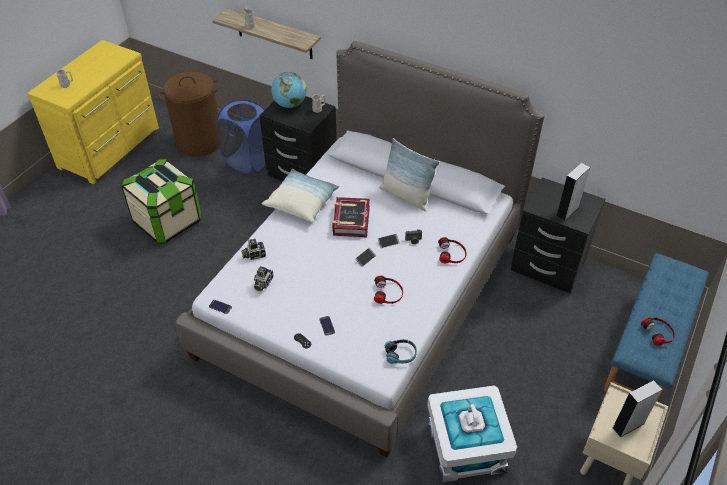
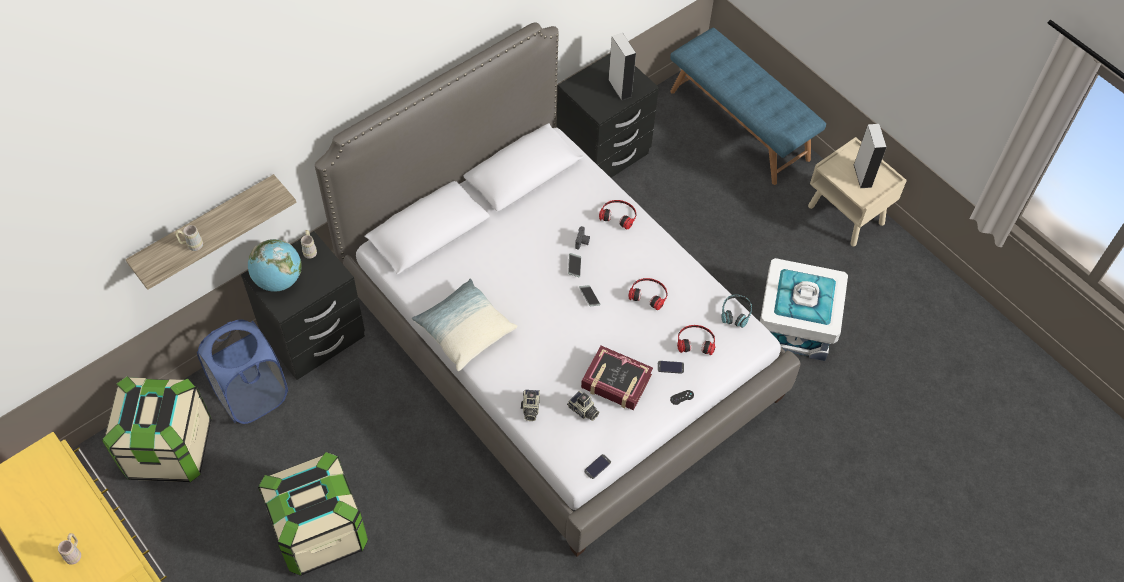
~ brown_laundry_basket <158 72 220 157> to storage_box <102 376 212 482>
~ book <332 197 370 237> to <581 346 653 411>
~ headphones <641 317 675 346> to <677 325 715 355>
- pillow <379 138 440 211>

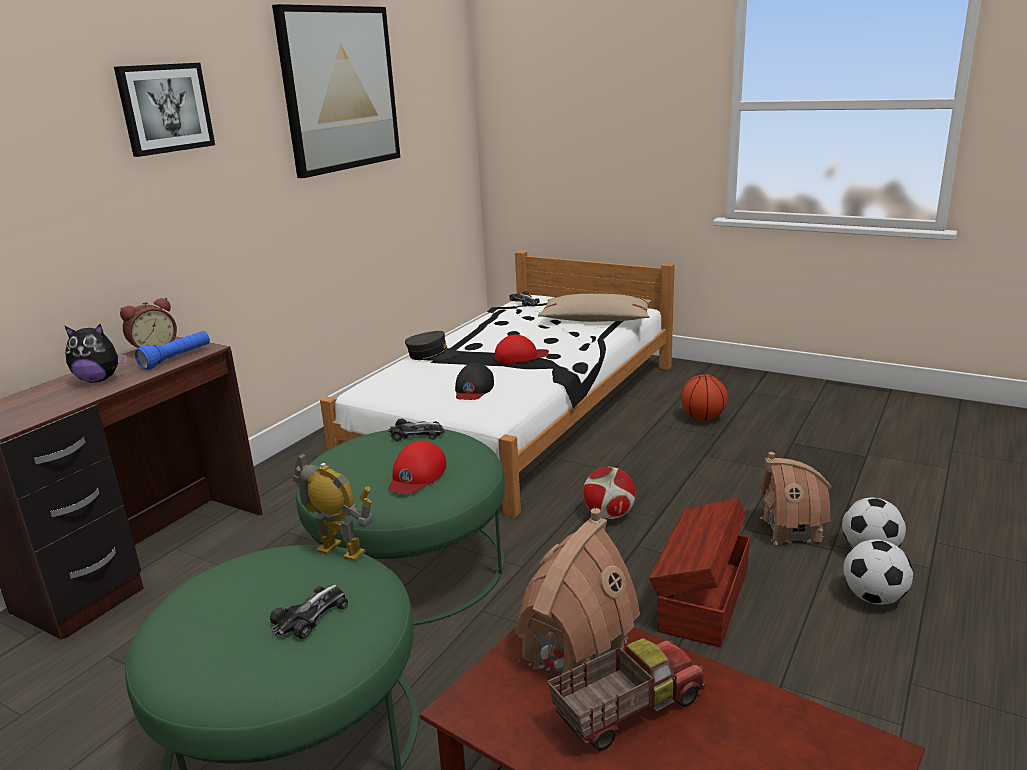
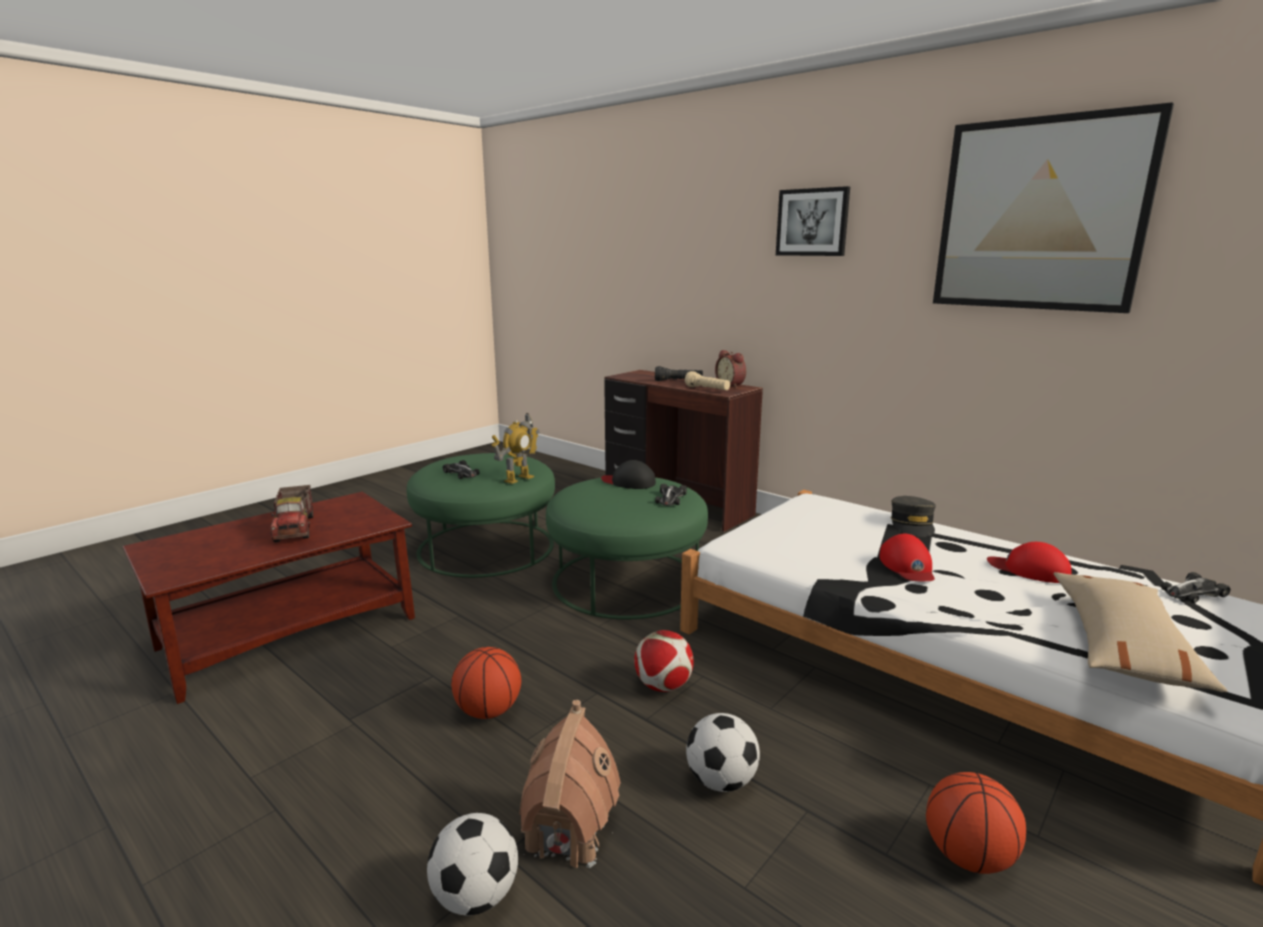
~ brown_storage_box <649 498 750 647> to basketball <451 647 521 719>
~ black_cap <455 363 494 400> to <601 460 656 489>
~ plush_toy <65 324 127 382> to black_flashlight <655 366 703 381>
~ blue_flashlight <135 331 210 370> to beige_flashlight <685 371 730 390>
~ football <843 539 913 605> to <686 713 760 792>
~ red_cap <388 440 446 494> to <987 542 1072 583>
- toy_house <515 508 640 688>

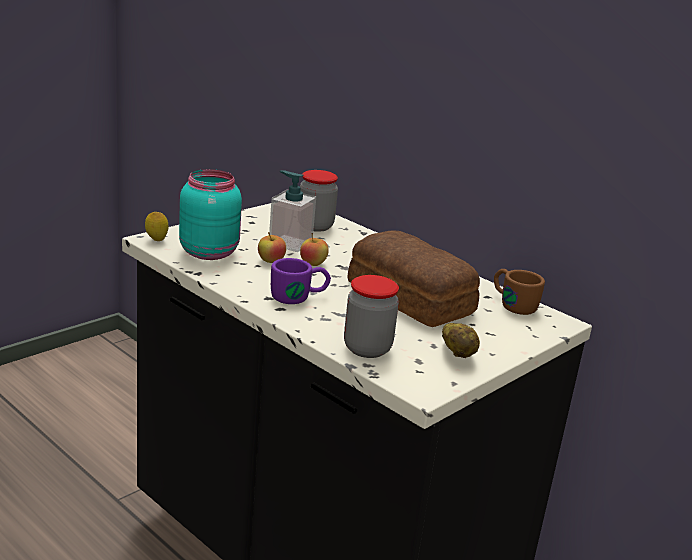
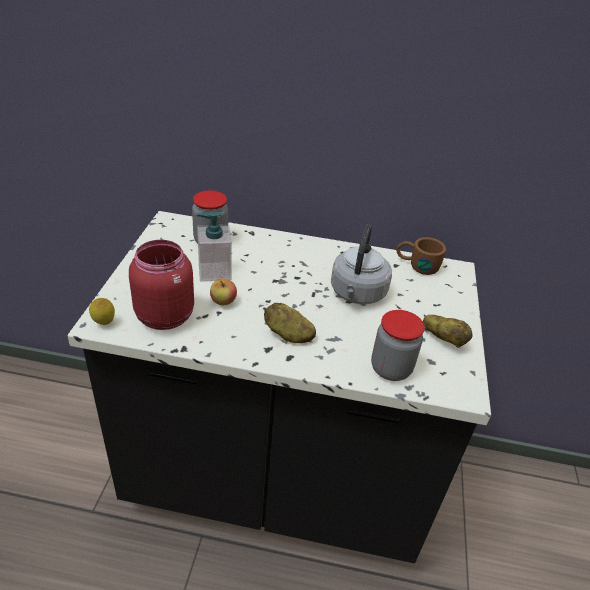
~ turquoise_jar <179 169 242 260> to red_jar <129 240 194 330>
~ purple_mug <271 258 331 304> to potato <264 303 316 343>
~ bread <347 230 480 327> to grey_kettle <331 225 392 304>
- apple <300 233 329 266>

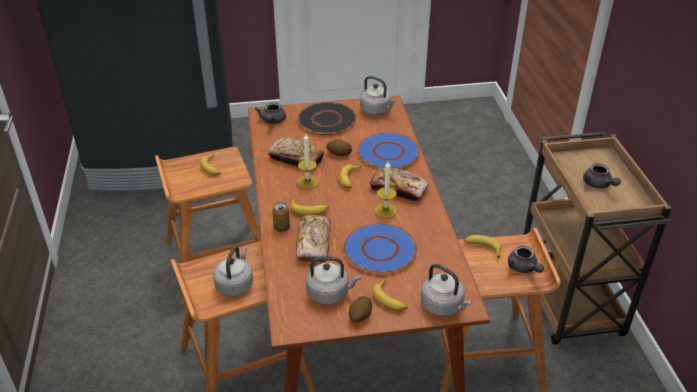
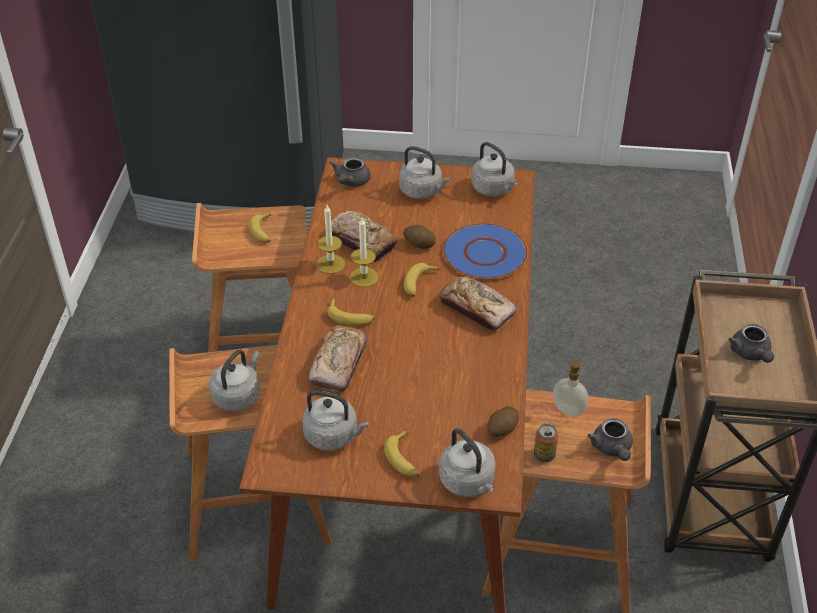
~ candle <375 161 397 218> to <317 205 345 274>
~ black_plate <297 102 356 135> to grey_kettle <399 146 451 199>
~ potato <349 296 372 323> to <487 406 519 437>
~ can <272 202 290 232> to <534 424 558 462>
~ banana <464 235 502 258> to soap_dispenser <553 358 588 417>
- blue_plate <343 223 417 274>

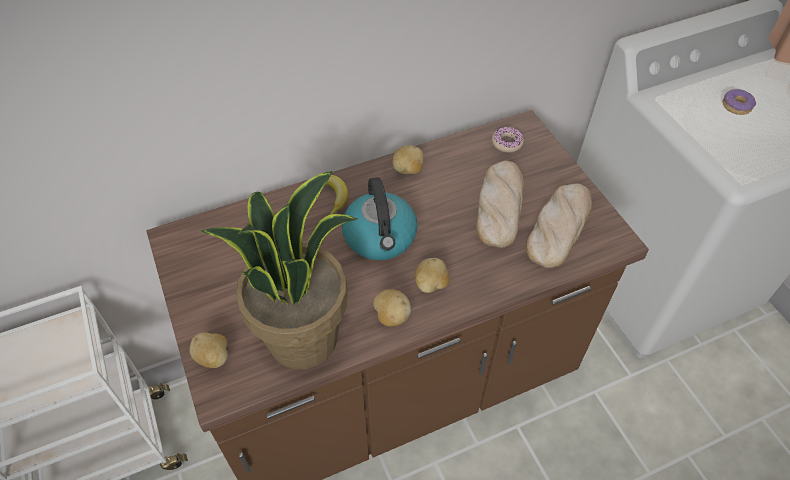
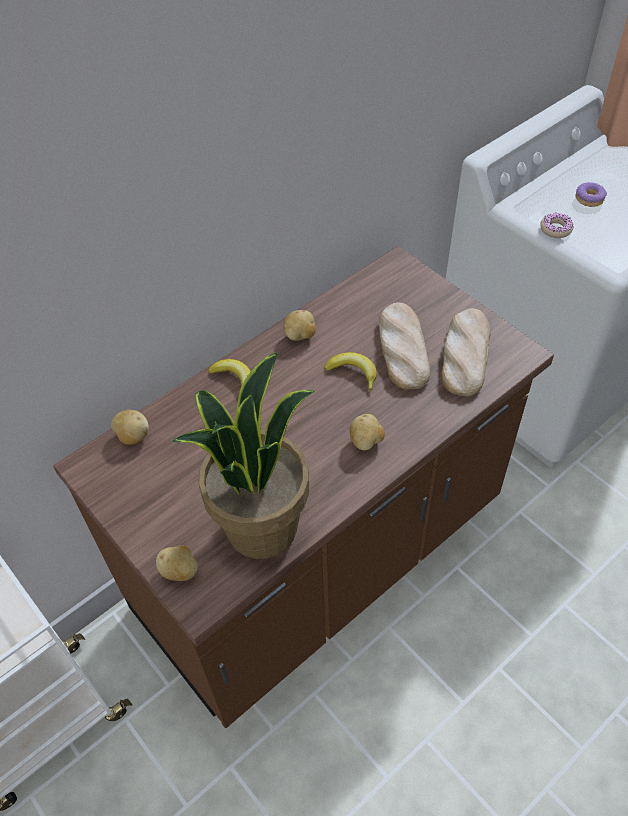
~ potato <373 289 411 327> to <111 410 149 445>
+ banana <324 352 377 392>
~ donut <492 127 524 153> to <540 213 573 238>
- kettle <342 177 418 260>

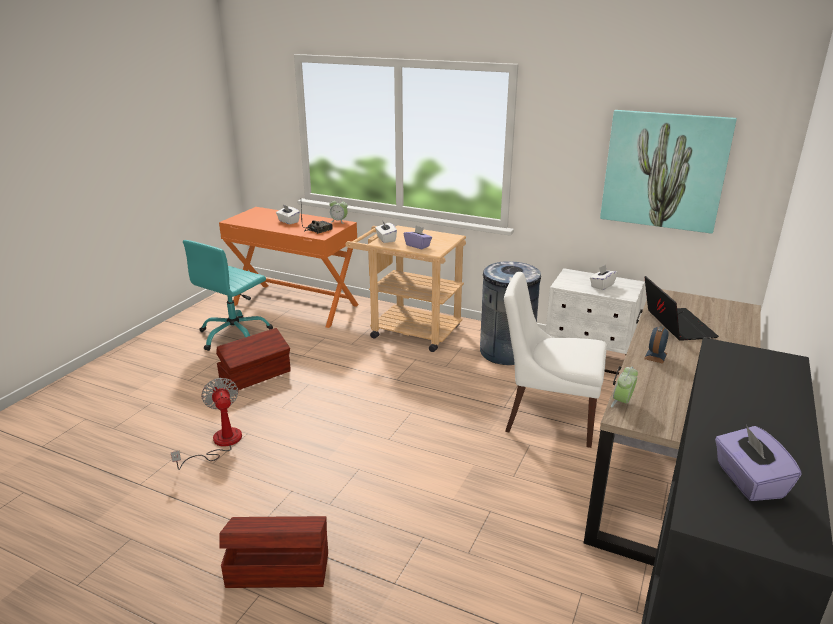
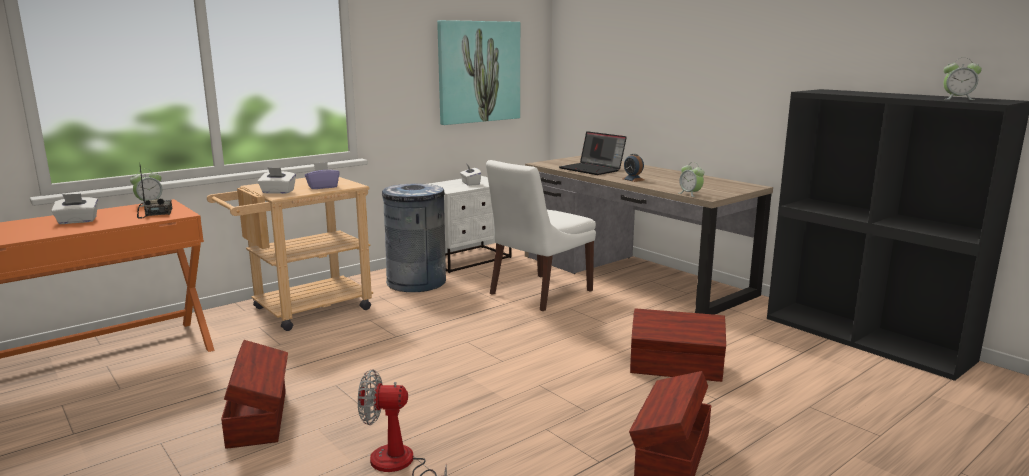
~ laptop <644 276 719 341> = <559 131 627 175> 150 degrees counterclockwise
+ brown_storage_box <630 309 726 382>
~ purple_tissue_box <715 425 802 501> to alarm_clock <943 58 982 100>
- turquoise_office_chair <183 240 273 351>

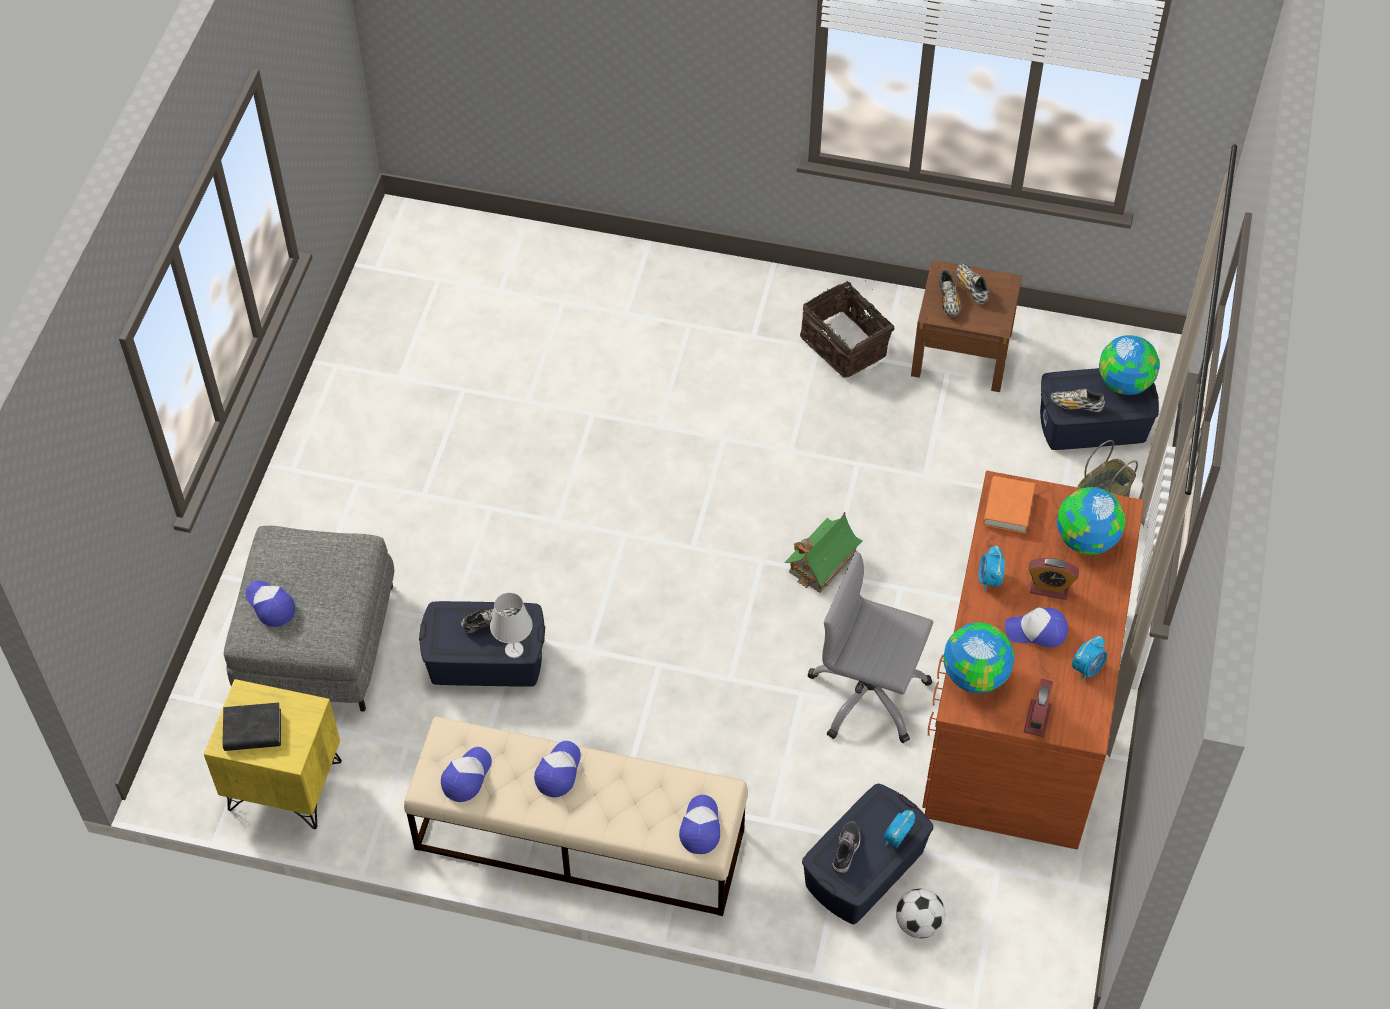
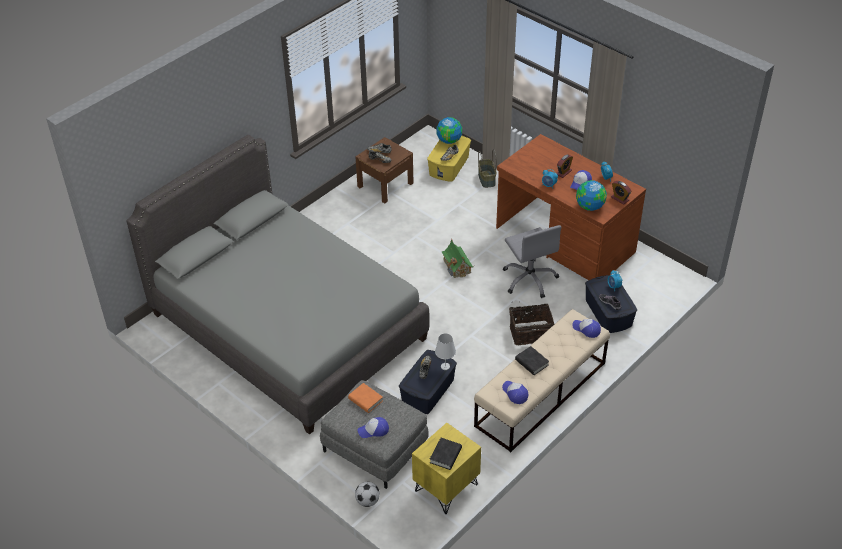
+ grey_bed <126 135 430 435>
~ orange_book <983 476 1035 534> to <348 383 383 413>
~ football <896 889 945 938> to <355 482 380 507>
~ blue_storage_box <1040 368 1159 450> to yellow_storage_box <427 135 471 182>
~ grey_office_chair <807 551 933 743> = <503 225 562 298> 75 degrees counterclockwise
~ basket <800 280 894 378> to <509 304 554 345>
~ cap <534 741 581 797> to black_book <515 346 549 375>
- globe <1057 487 1126 555>

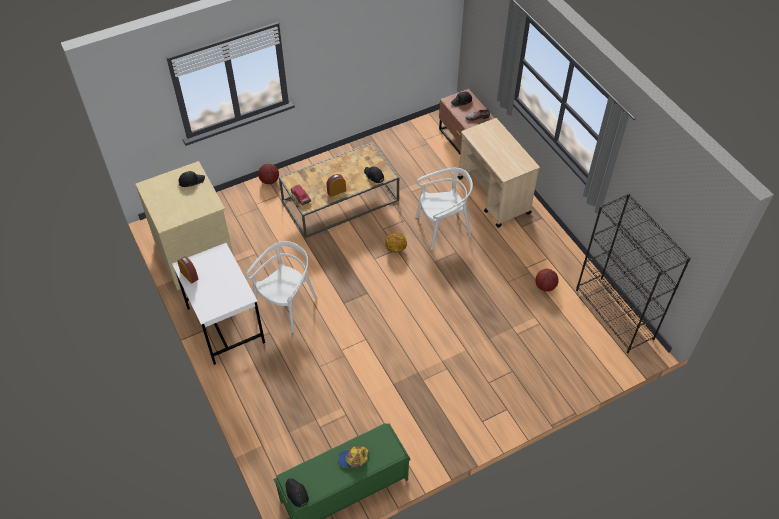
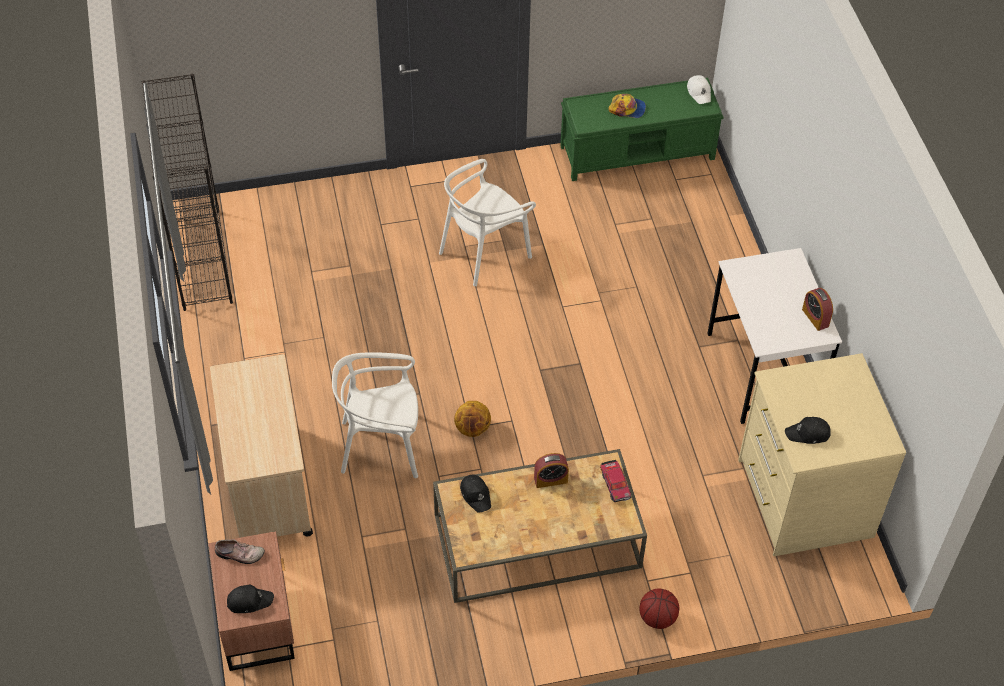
~ white_chair <246 241 317 333> to <439 159 536 286>
~ black_cap <286 478 309 507> to white_cap <687 75 711 104>
- basketball <535 269 559 292>

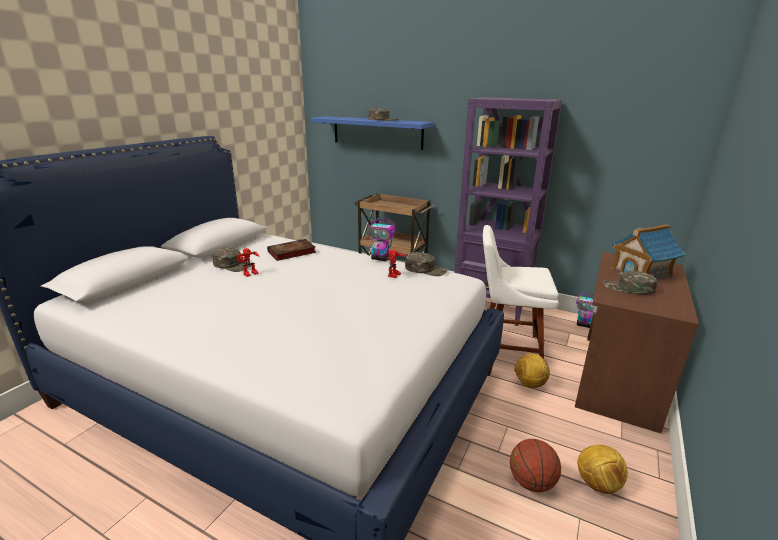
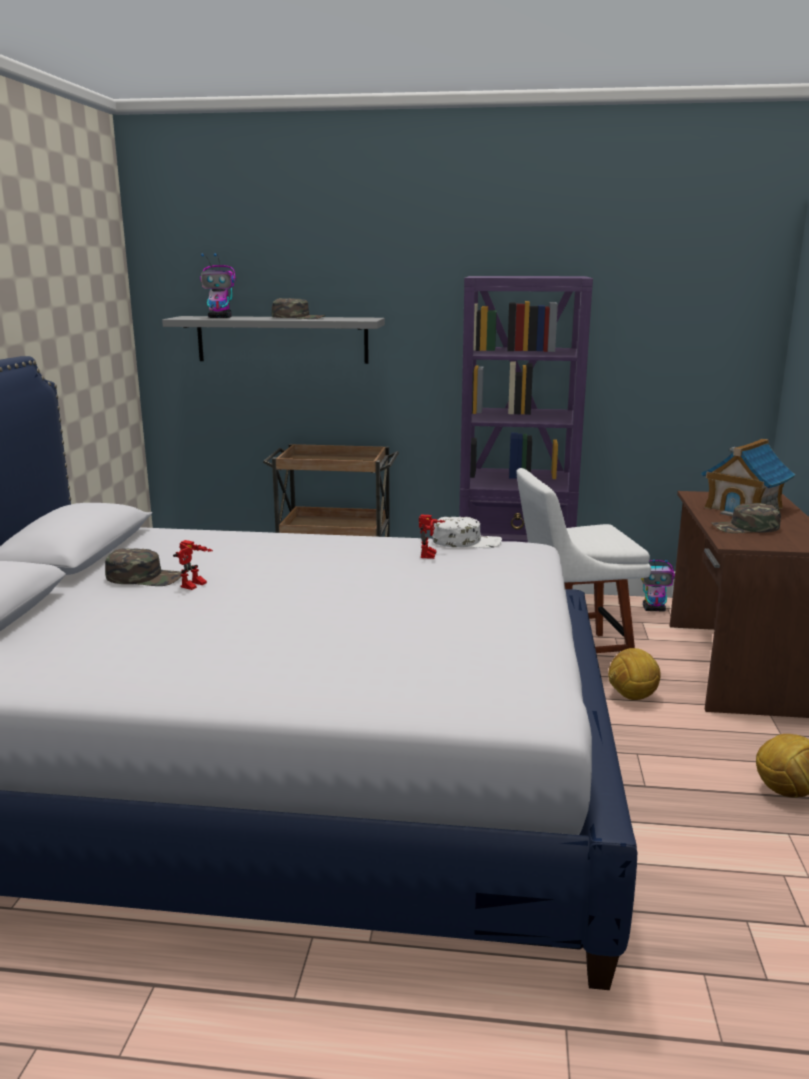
~ blue_shelf <311 116 434 150> to grey_shelf <162 316 385 364>
~ toy_robot <368 216 395 261> to <200 253 236 318>
~ green_cap <405 252 448 276> to white_cap <432 517 502 548>
- book <267 239 316 261>
- basketball <510 439 561 492>

